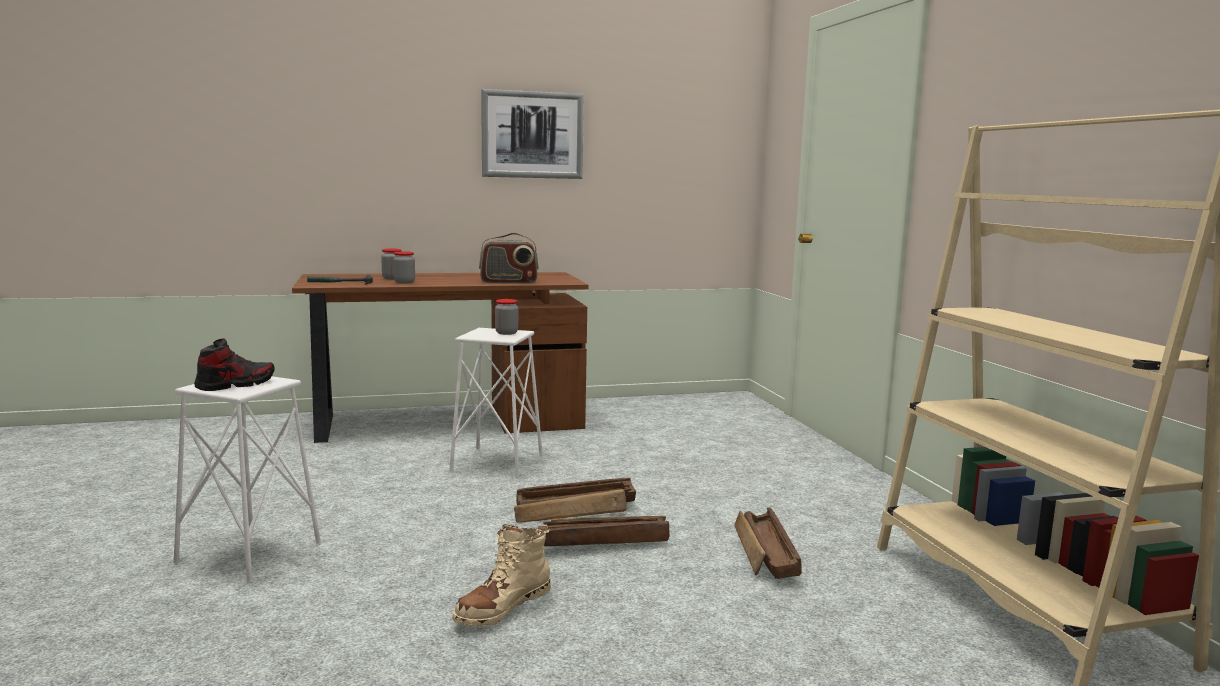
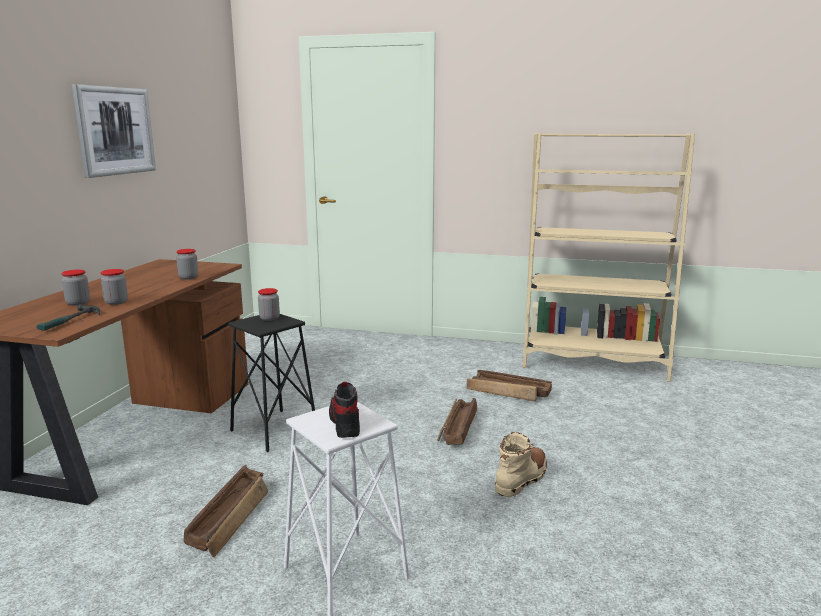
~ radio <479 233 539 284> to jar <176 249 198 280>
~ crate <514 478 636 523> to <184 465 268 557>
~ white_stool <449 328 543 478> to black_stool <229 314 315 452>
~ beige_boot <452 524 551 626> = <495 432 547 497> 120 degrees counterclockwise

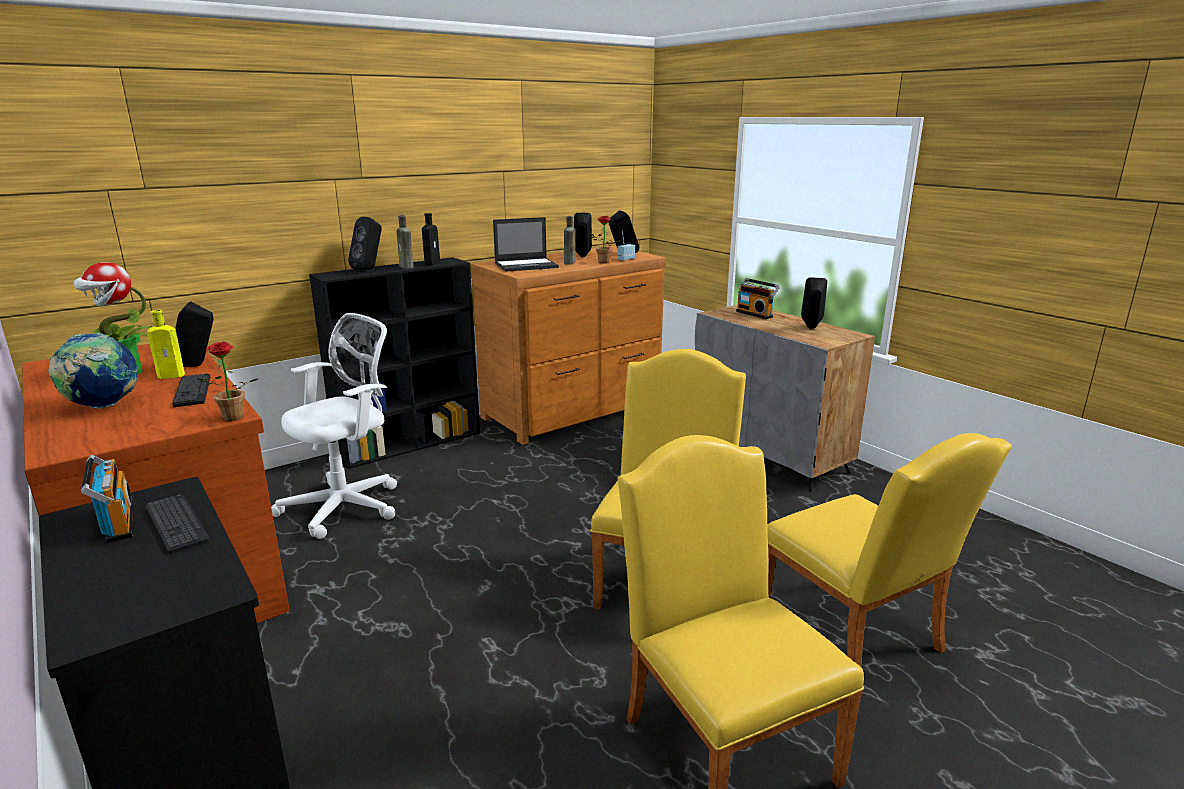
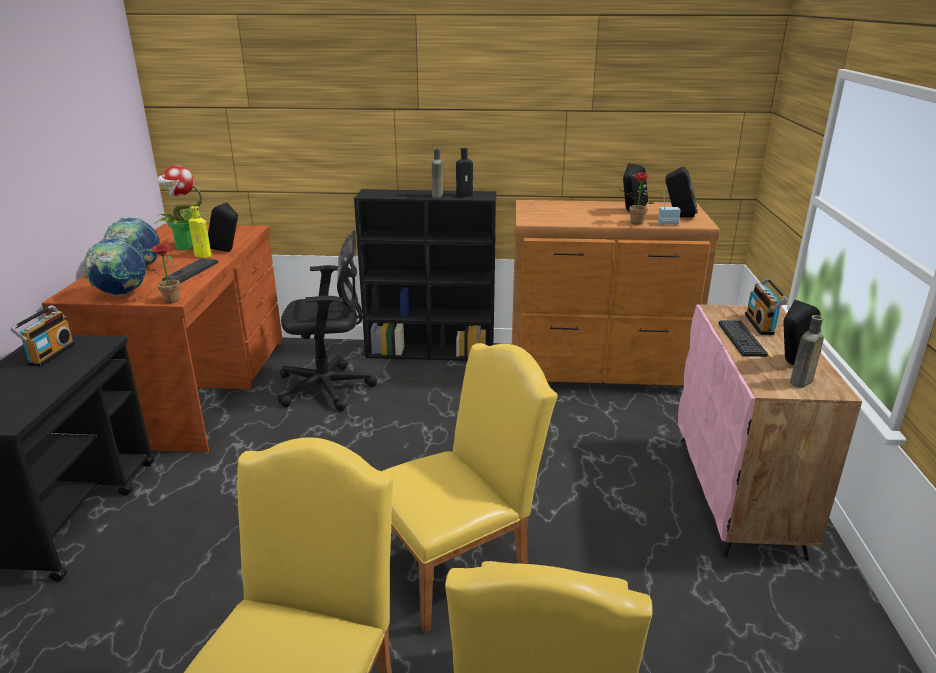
+ globe <83 238 146 296>
~ white_office_chair <271 313 397 539> to black_office_chair <277 230 377 411>
~ grey_cabinet <695 305 875 492> to pink_cabinet <678 304 862 561>
~ keyboard <146 494 210 554> to <718 320 768 357>
~ brown_bottle <564 216 576 265> to <790 315 824 388>
- black_speaker <348 217 382 270>
- laptop <493 217 559 272>

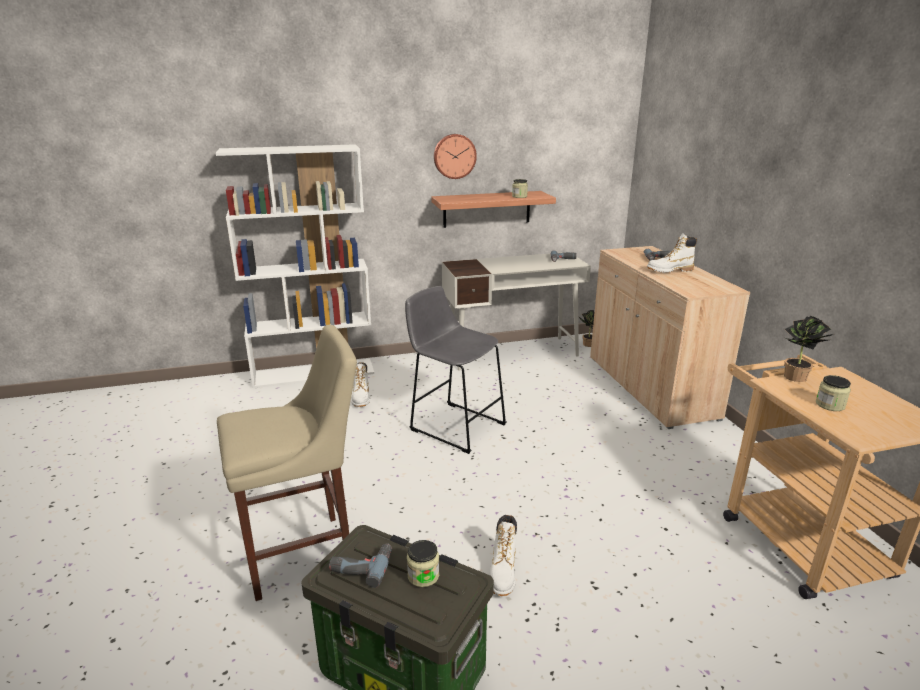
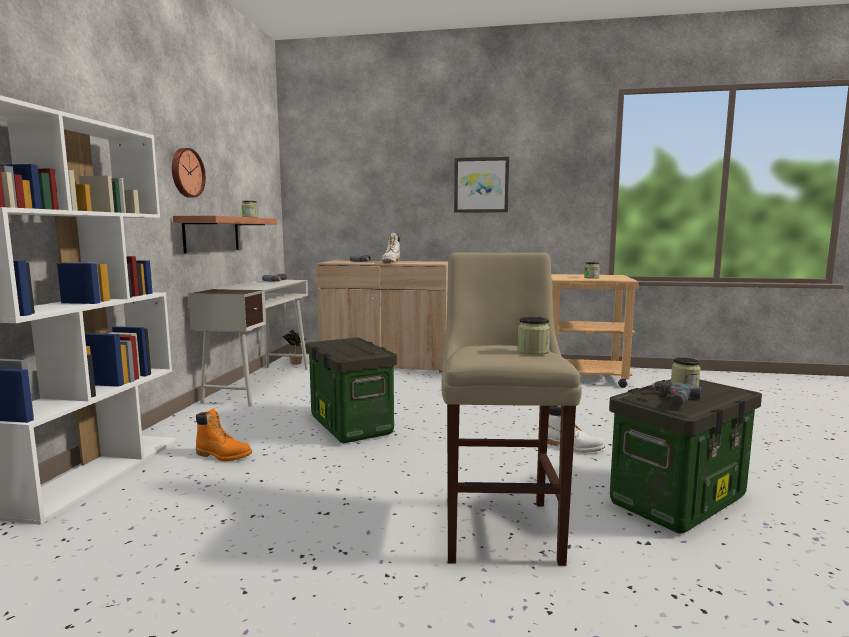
~ white_boot <351 362 370 407> to orange_boot <196 408 252 461>
~ grey_stool <405 286 507 454> to storage_box <306 338 397 443>
+ picture <454 157 509 213>
+ jar <517 317 550 355>
- potted_plant <784 316 833 382>

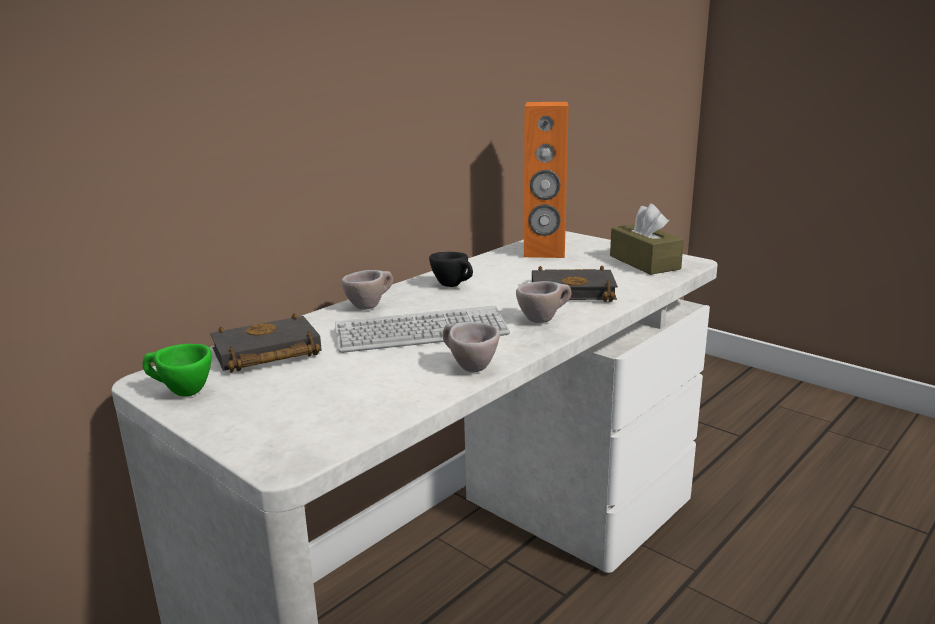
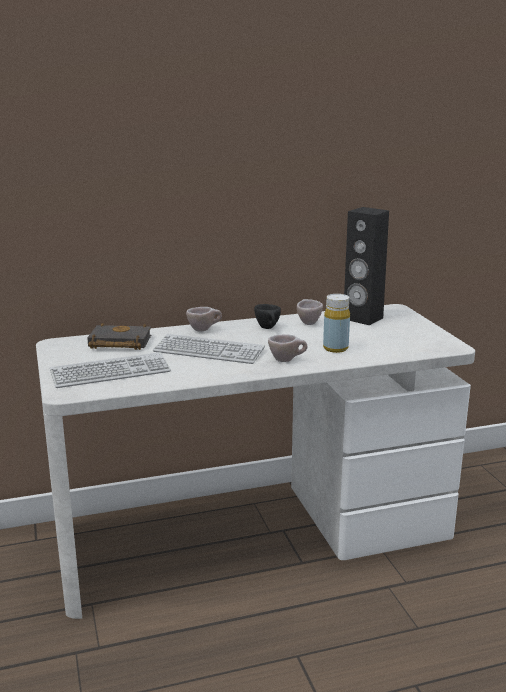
+ keyboard <50 352 171 388>
~ beige_cup <443 322 500 372> to <297 299 323 325>
~ black_book <532 266 618 302> to yellow_bottle <323 294 350 353>
~ orange_speaker <524 102 569 258> to black_speaker <344 207 389 325>
- green_cup <143 344 212 396>
- brown_tissue_box <610 203 684 275>

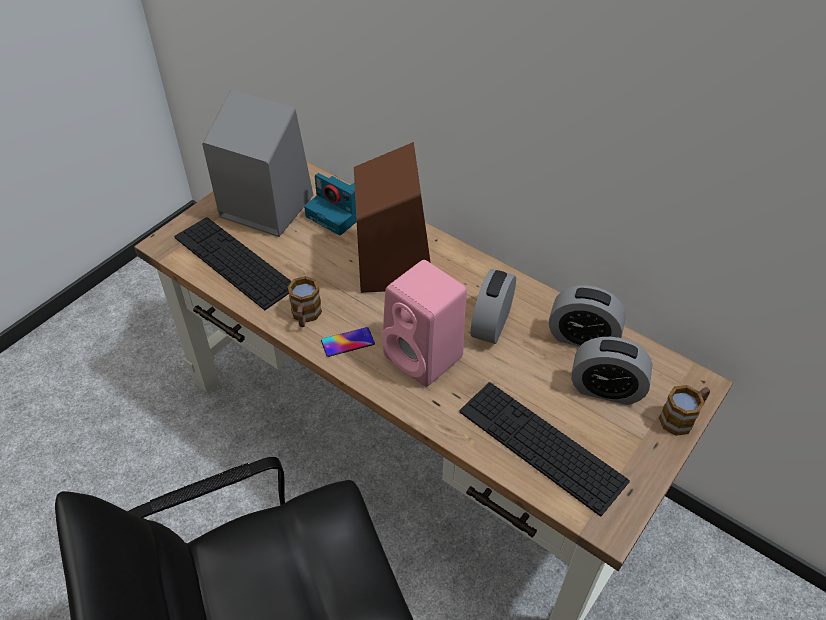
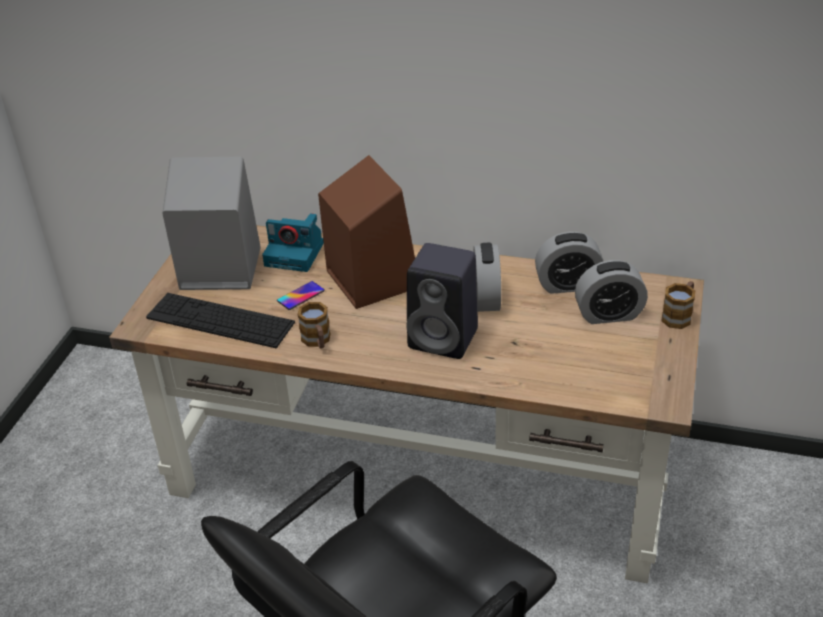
~ phone <321 327 375 357> to <277 281 325 310>
~ pink_speaker <382 260 467 387> to black_speaker <406 243 478 359>
- keyboard <459 382 630 516>

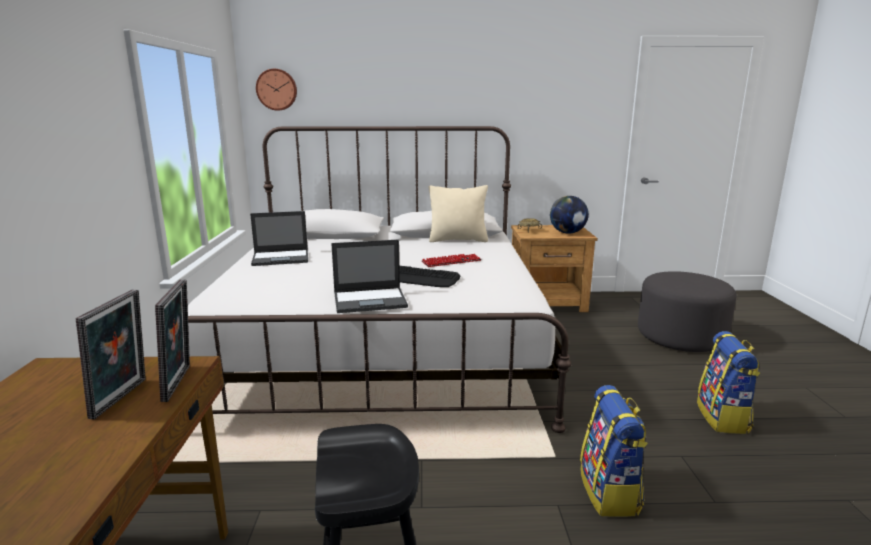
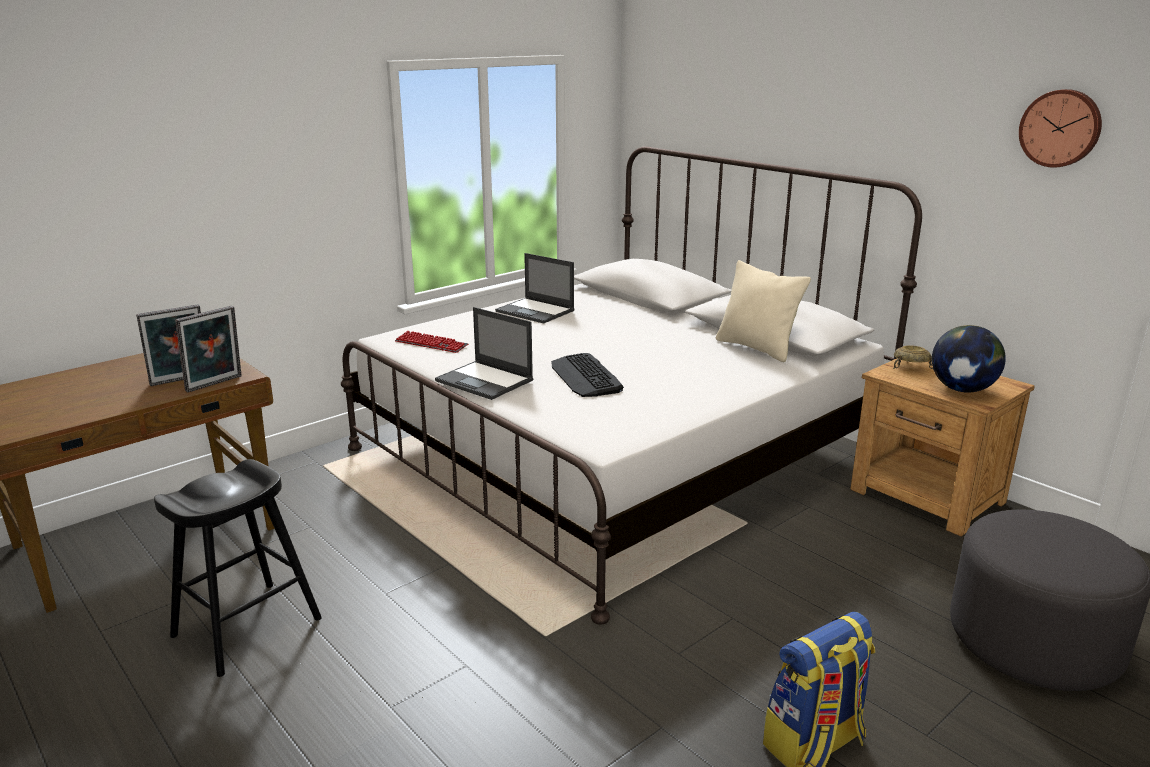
~ keyboard <422 254 481 267> to <395 331 468 353>
~ wall_clock <256 69 297 111> to <1019 89 1102 168>
- backpack <580 385 648 517>

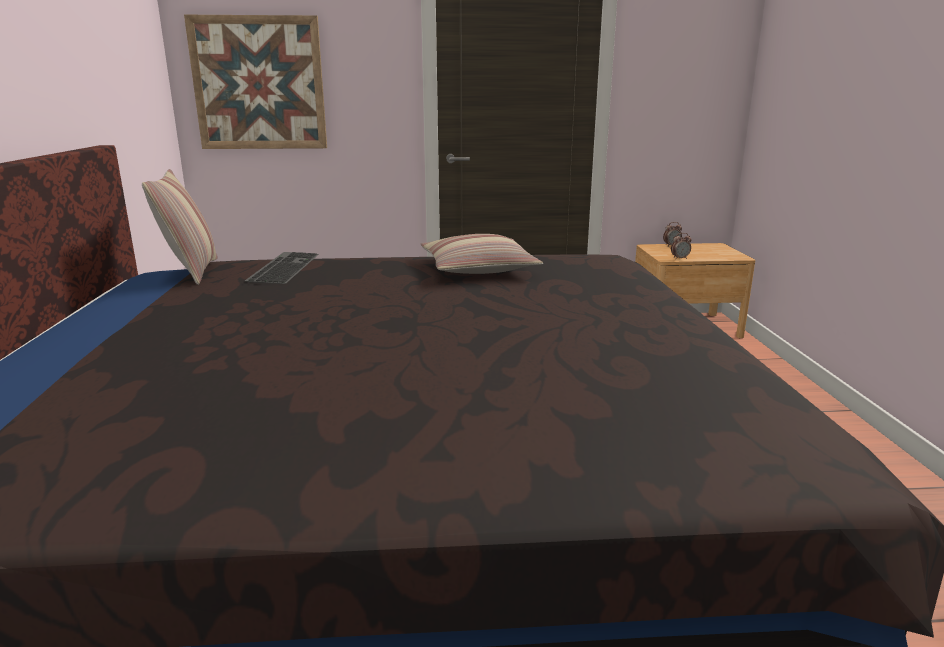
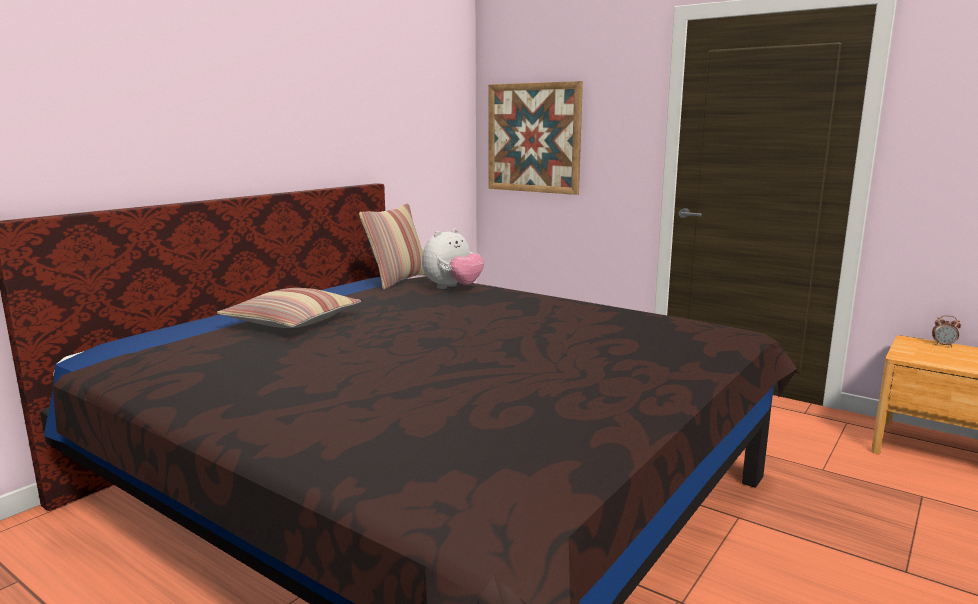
~ pillow <421 234 543 274> to <217 288 361 328>
~ keyboard <245 252 319 284> to plush_toy <422 228 484 289>
- alarm_clock <671 233 691 259>

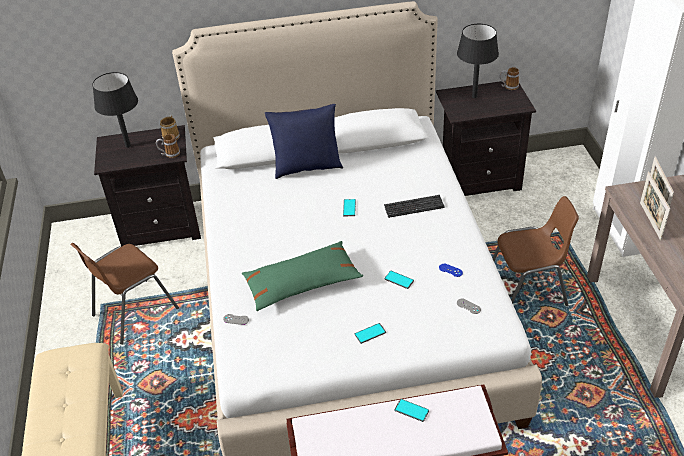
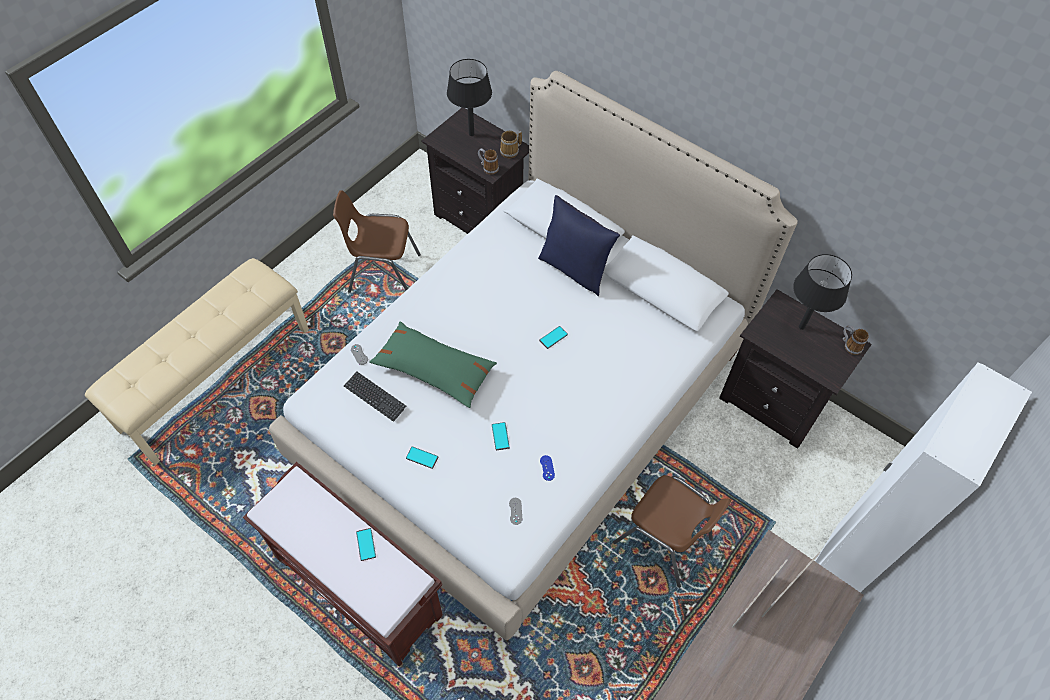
~ keyboard <384 195 445 218> to <344 372 406 422>

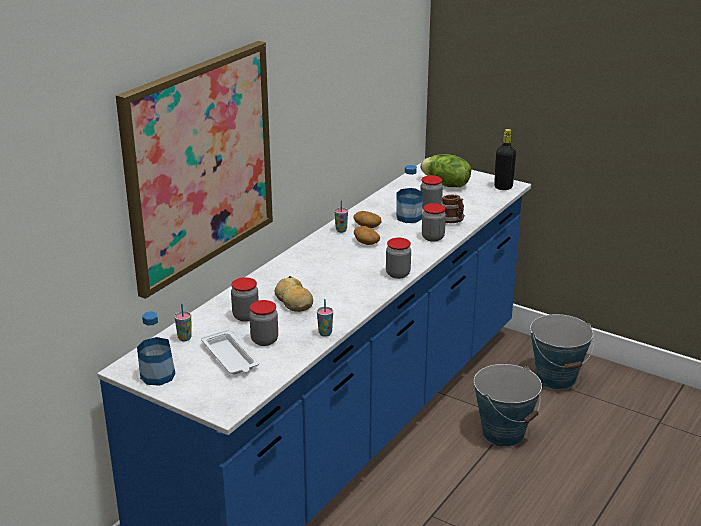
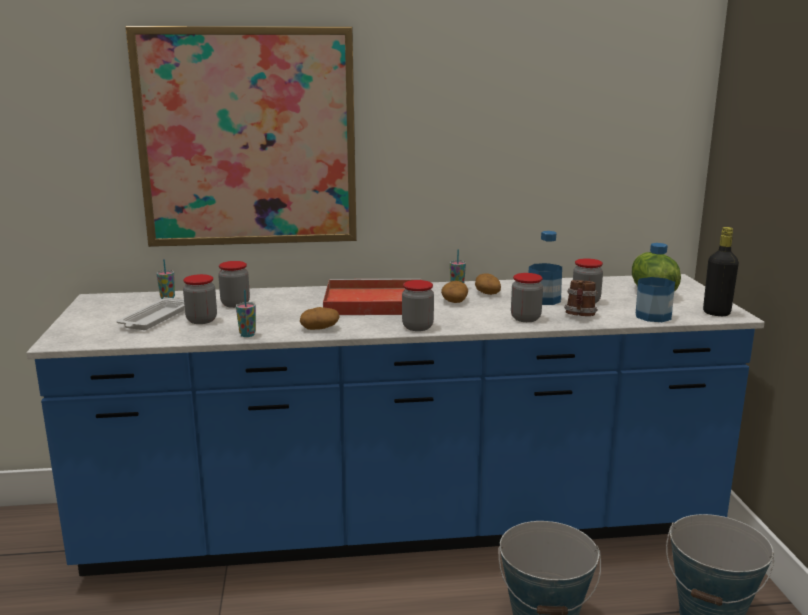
+ potato <300 307 339 330>
+ red_tray <323 279 421 315>
~ bottle <137 311 175 386> to <636 243 675 322>
- bread <275 276 313 312>

